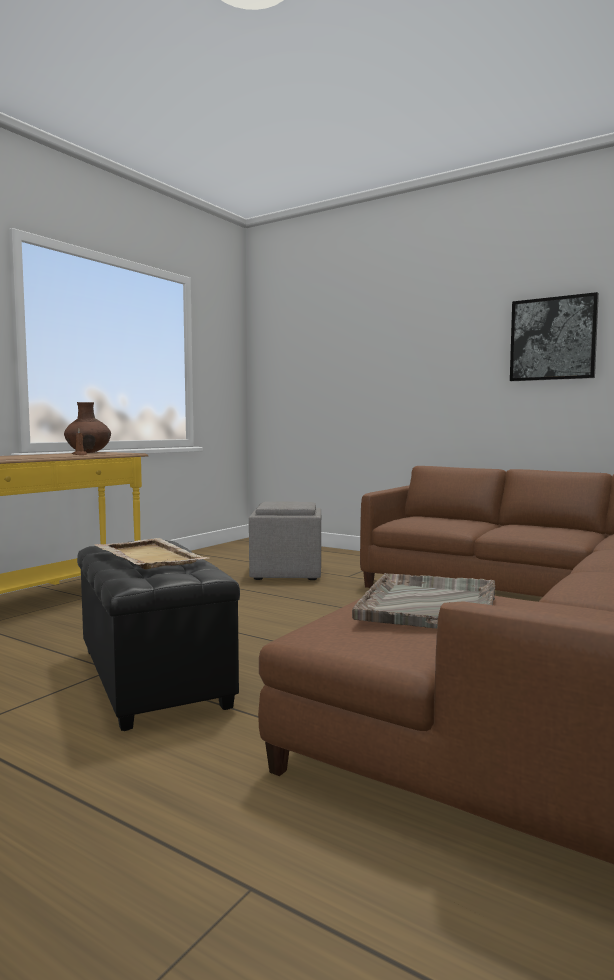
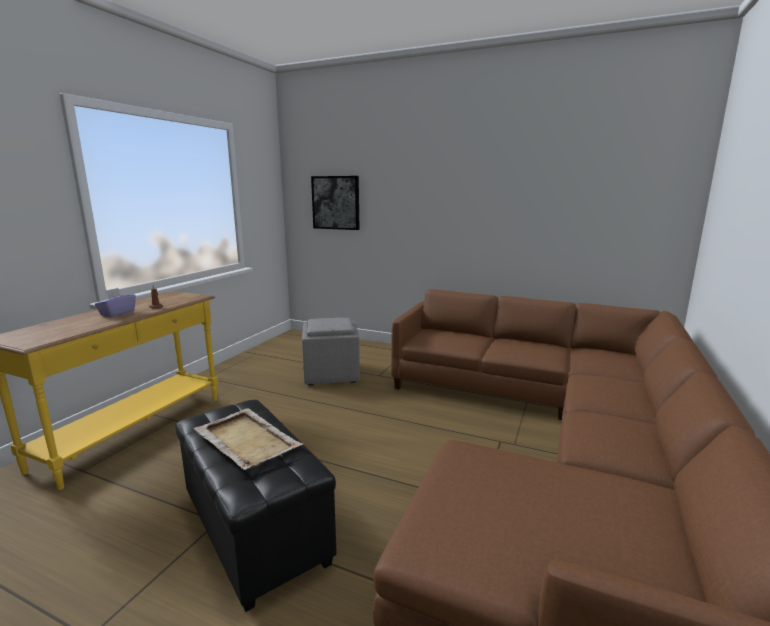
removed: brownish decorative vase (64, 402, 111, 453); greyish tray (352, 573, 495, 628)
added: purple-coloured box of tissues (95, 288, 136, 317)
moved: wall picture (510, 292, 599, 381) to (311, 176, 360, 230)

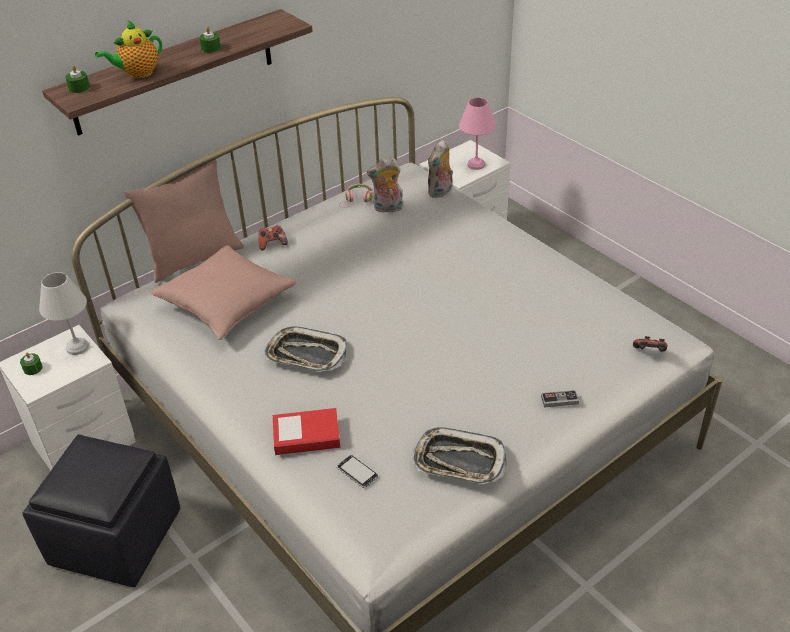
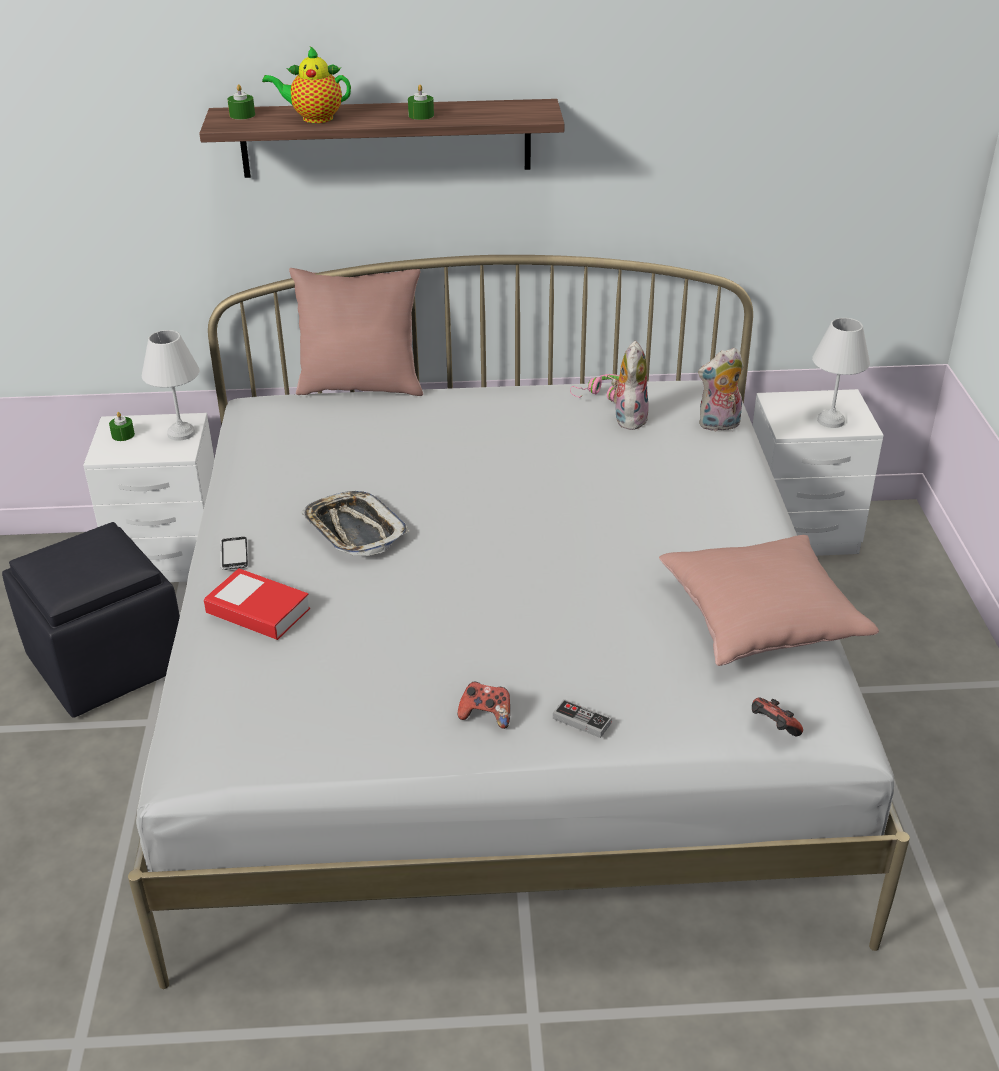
removed: tray (413, 427, 507, 484)
moved: phone (337, 455, 378, 488) to (220, 537, 248, 570); game controller (258, 225, 288, 251) to (458, 682, 510, 729); pink-coloured pillow (150, 245, 296, 340) to (659, 535, 879, 666)
recoloured: pink-coloured tabletop lamp (459, 98, 496, 170) to white-coloured tabletop lamp (812, 318, 870, 428)
turned: plush toy (367, 157, 403, 214) = (611, 341, 649, 430) 75 degrees clockwise

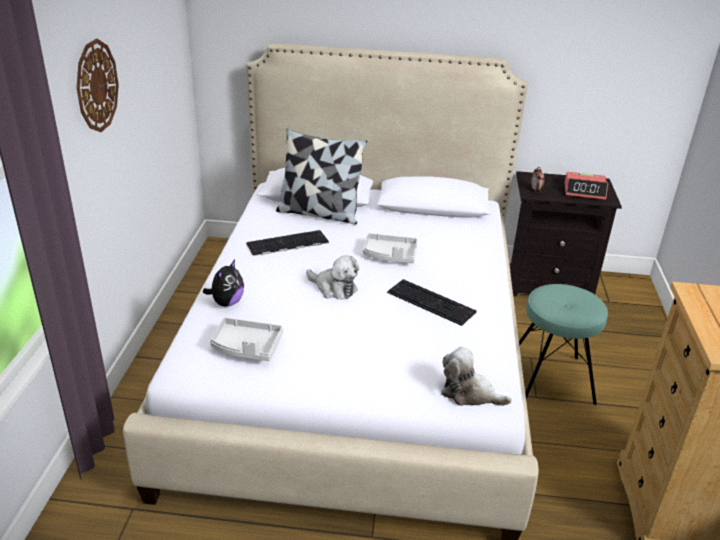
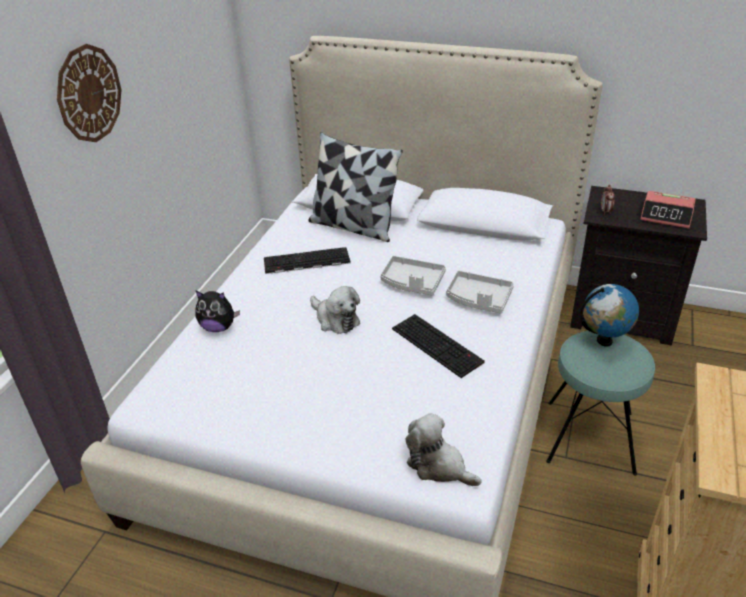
added: world globe (580, 284, 639, 347)
moved: greyish tray (210, 318, 283, 361) to (446, 271, 514, 314)
turned: plush toy (203, 260, 244, 306) = (195, 290, 240, 332) 60 degrees clockwise

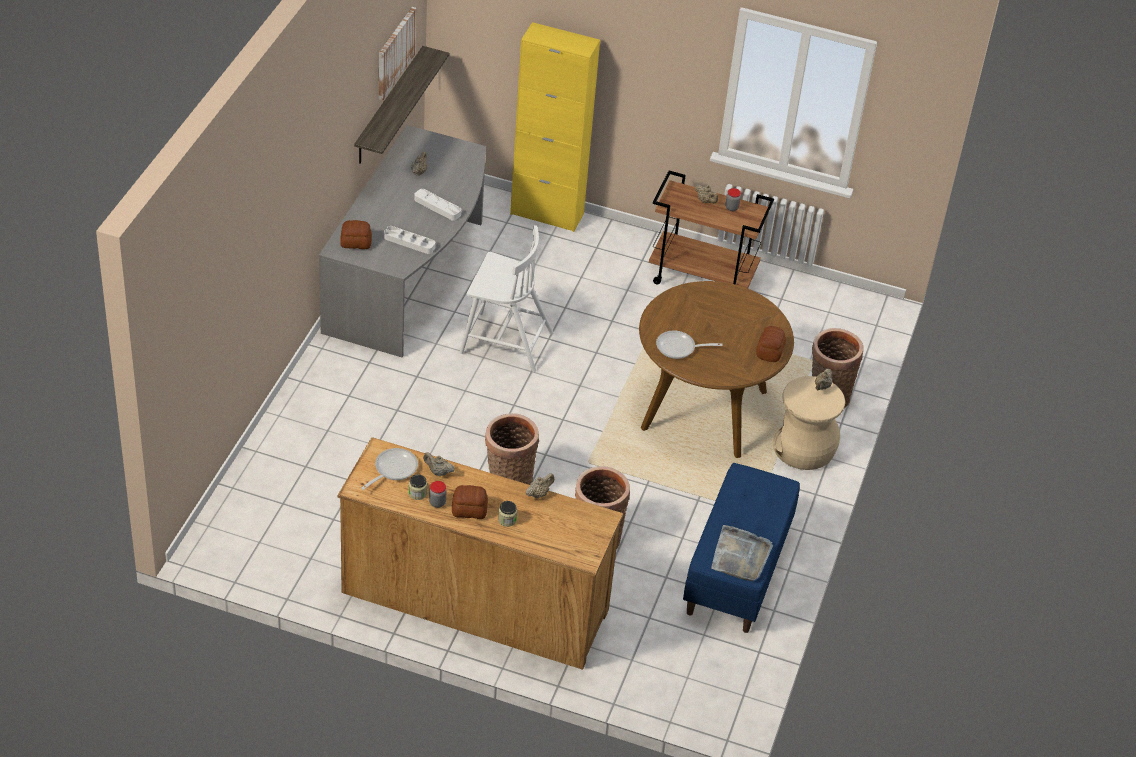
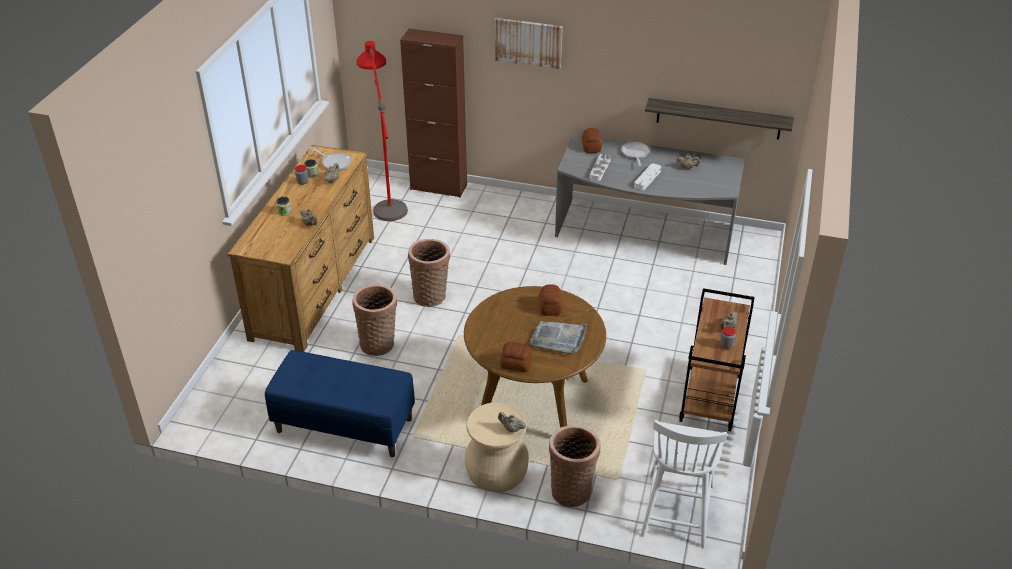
removed: yellow cabinet (510, 22, 600, 232)
added: red floor lamp (356, 41, 408, 221); brownish cabinet (400, 28, 467, 198)
moved: wall picture (379, 7, 416, 100) to (495, 18, 563, 69); greyish tray (711, 525, 773, 581) to (530, 321, 588, 354); bread (452, 485, 488, 519) to (539, 284, 563, 316); frying pan (656, 331, 723, 359) to (621, 142, 650, 166); white-coloured chair (460, 225, 554, 372) to (641, 420, 727, 548)

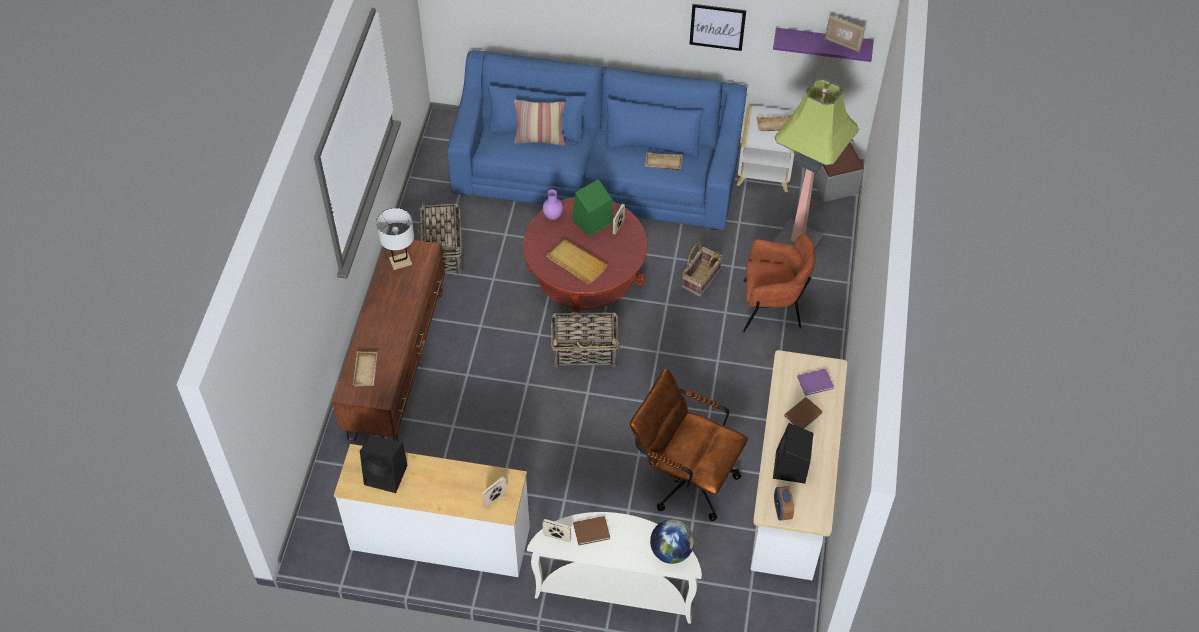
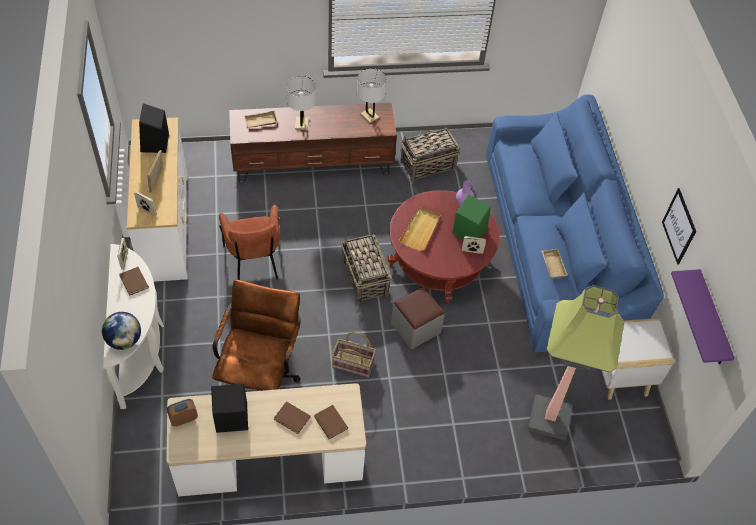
removed: pillow (514, 100, 565, 146); beige tray (757, 115, 791, 131)
added: white-coloured tabletop lamp (286, 76, 316, 130)
moved: photo frame (824, 15, 865, 52) to (147, 150, 163, 193); brownish easy chair (743, 235, 815, 332) to (219, 205, 280, 280); household basket (682, 242, 722, 297) to (332, 332, 376, 377); greyish pouffe (813, 143, 864, 202) to (391, 287, 445, 349)
recoloured: purple-coloured volume (797, 369, 834, 396) to brownish volume (314, 405, 348, 439)

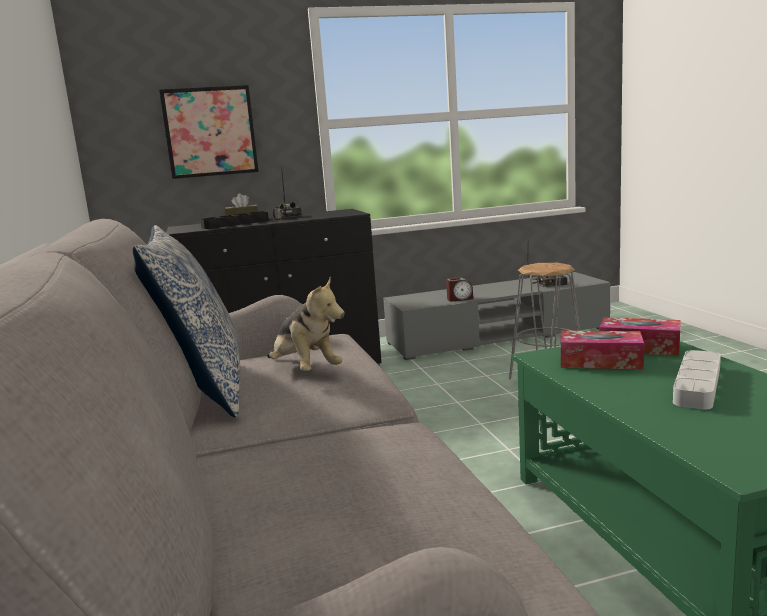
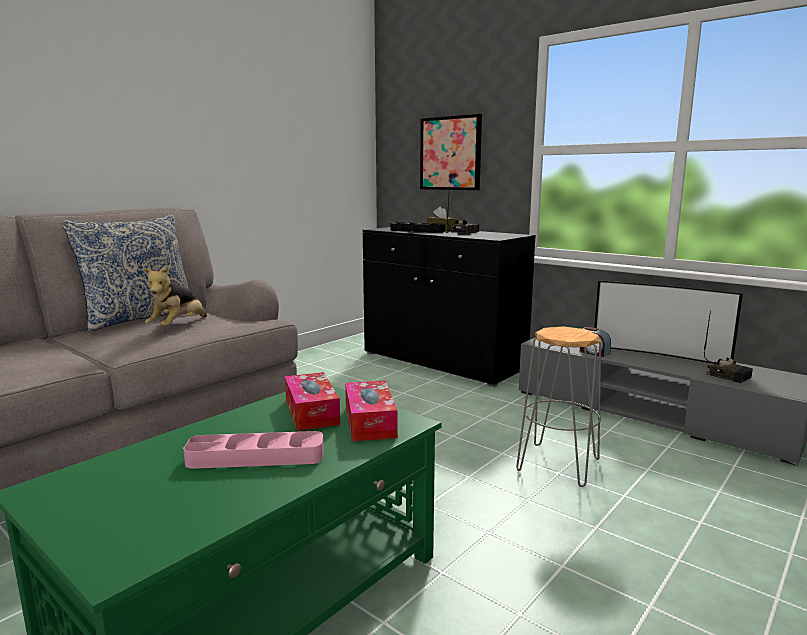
added: television (594, 280, 743, 364)
recoloured: greyish tray (673, 350, 721, 410) to pink-coloured tray (183, 431, 324, 469)

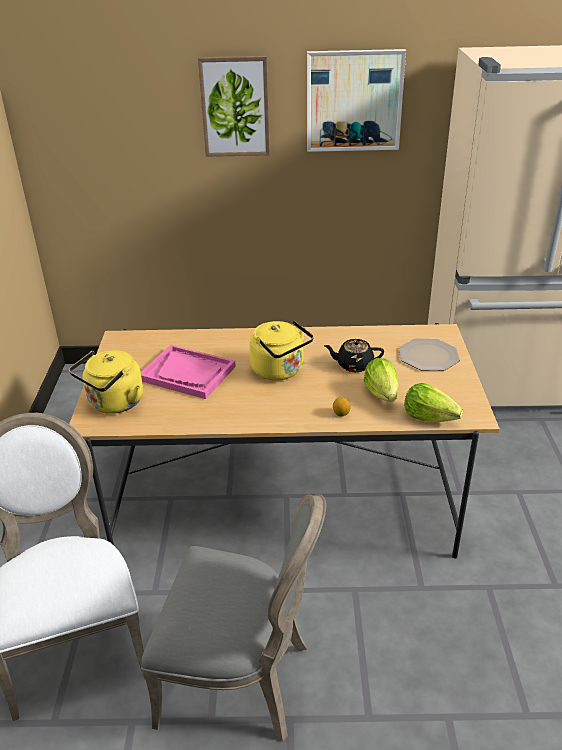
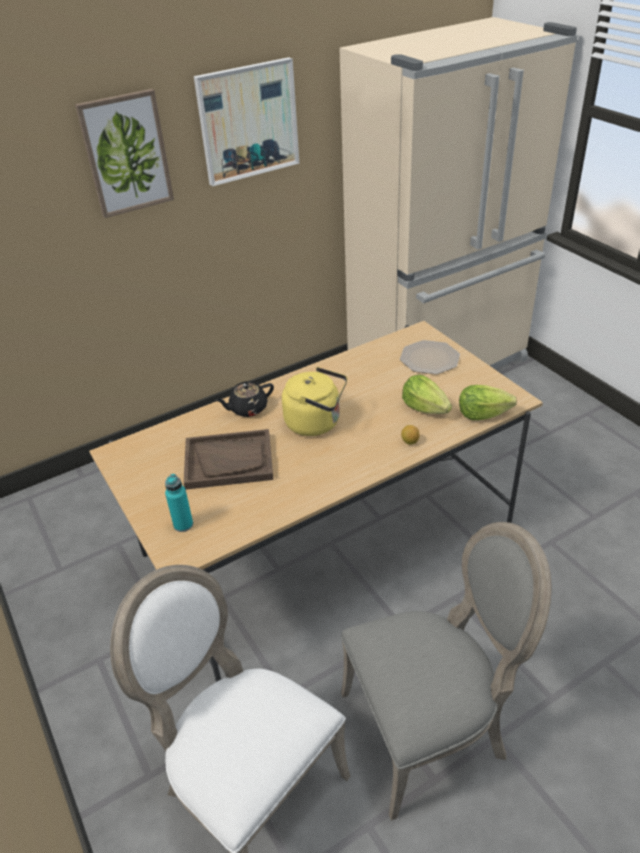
moved: blackish pot for tea (324, 339, 384, 372) to (215, 381, 274, 417)
replaced: yellow water kettle (69, 350, 143, 414) to turquoise-coloured drink bottle (165, 474, 193, 532)
recoloured: pink-coloured tray (141, 345, 236, 399) to brownish tray (184, 429, 273, 489)

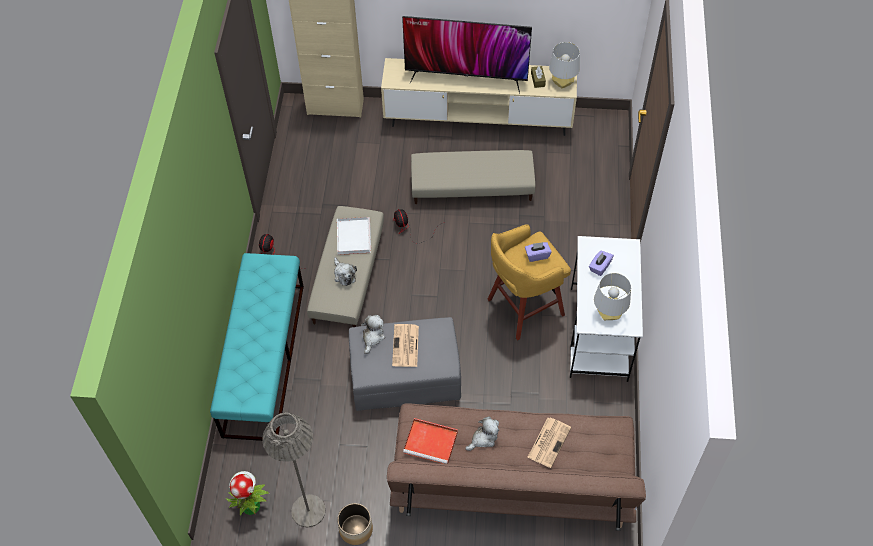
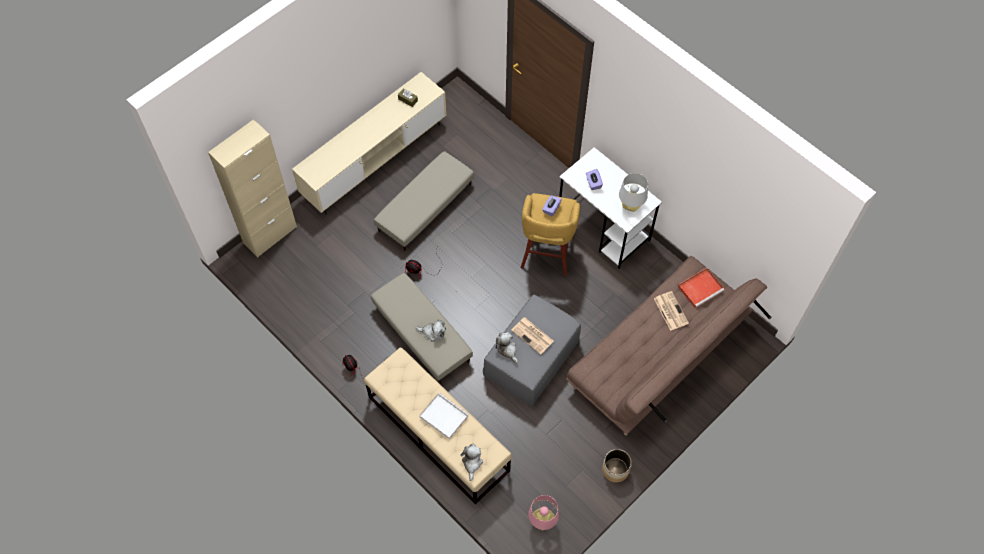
removed: greyish floor lamp (262, 412, 326, 528); television (402, 16, 532, 93); greyish tabletop lamp (549, 42, 580, 88)
moved: white-coloured tray (337, 217, 371, 255) to (419, 392, 469, 439); plush toy (465, 417, 499, 451) to (460, 444, 483, 481); red tray (403, 418, 458, 463) to (678, 268, 724, 308)
replaced: plant in a pot (225, 471, 269, 515) to pink-coloured tabletop lamp (528, 495, 559, 530)
recoloured: turquoise-coloured bench (210, 253, 304, 441) to beige bench (364, 348, 512, 504)

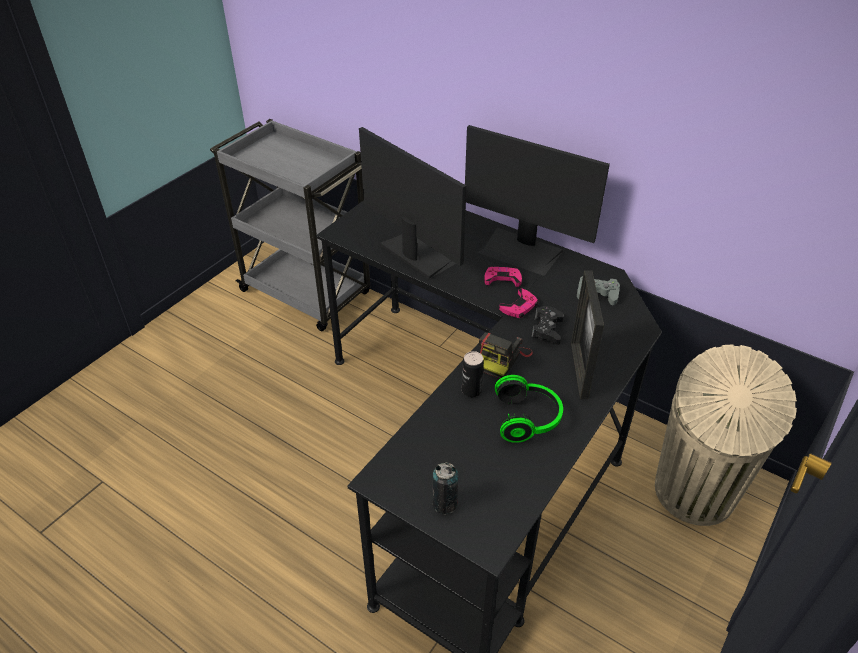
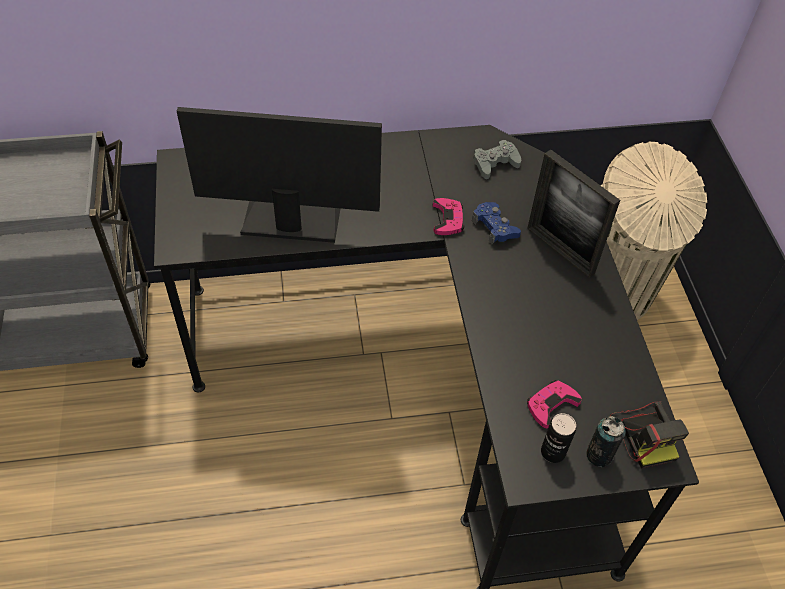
removed: computer screen (465, 125, 610, 276); headphones (495, 375, 563, 443)
moved: pink-coloured game controller (484, 267, 522, 287) to (527, 380, 582, 428); metal can (462, 351, 484, 397) to (541, 413, 576, 463); still camera (479, 332, 533, 379) to (610, 401, 689, 469)
recoloured: blackish game controller (532, 306, 564, 345) to blue-coloured game controller (472, 202, 521, 244)

